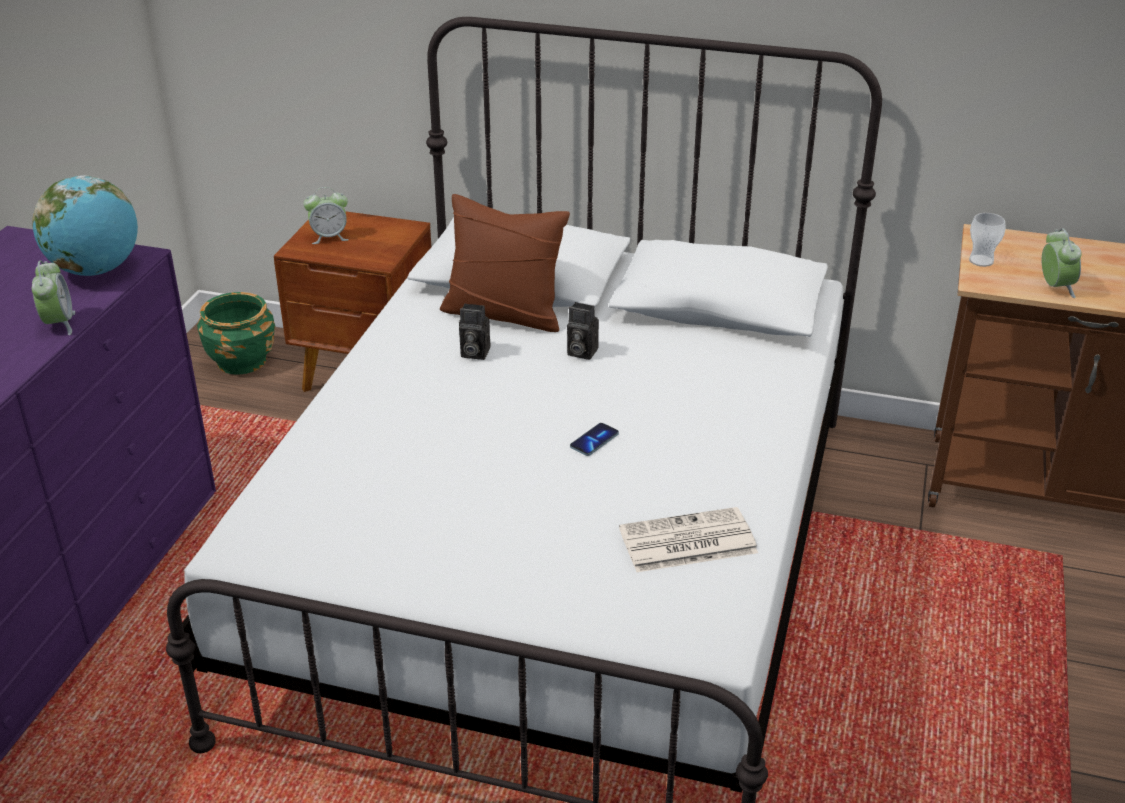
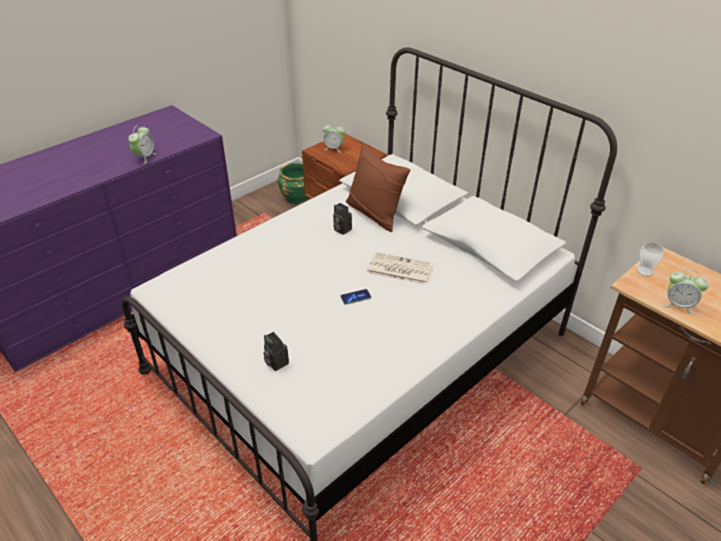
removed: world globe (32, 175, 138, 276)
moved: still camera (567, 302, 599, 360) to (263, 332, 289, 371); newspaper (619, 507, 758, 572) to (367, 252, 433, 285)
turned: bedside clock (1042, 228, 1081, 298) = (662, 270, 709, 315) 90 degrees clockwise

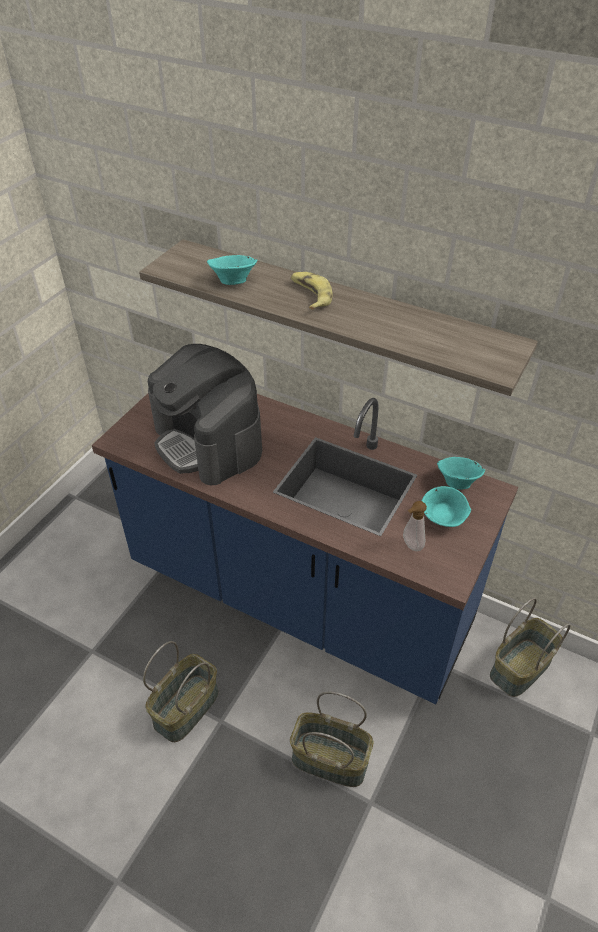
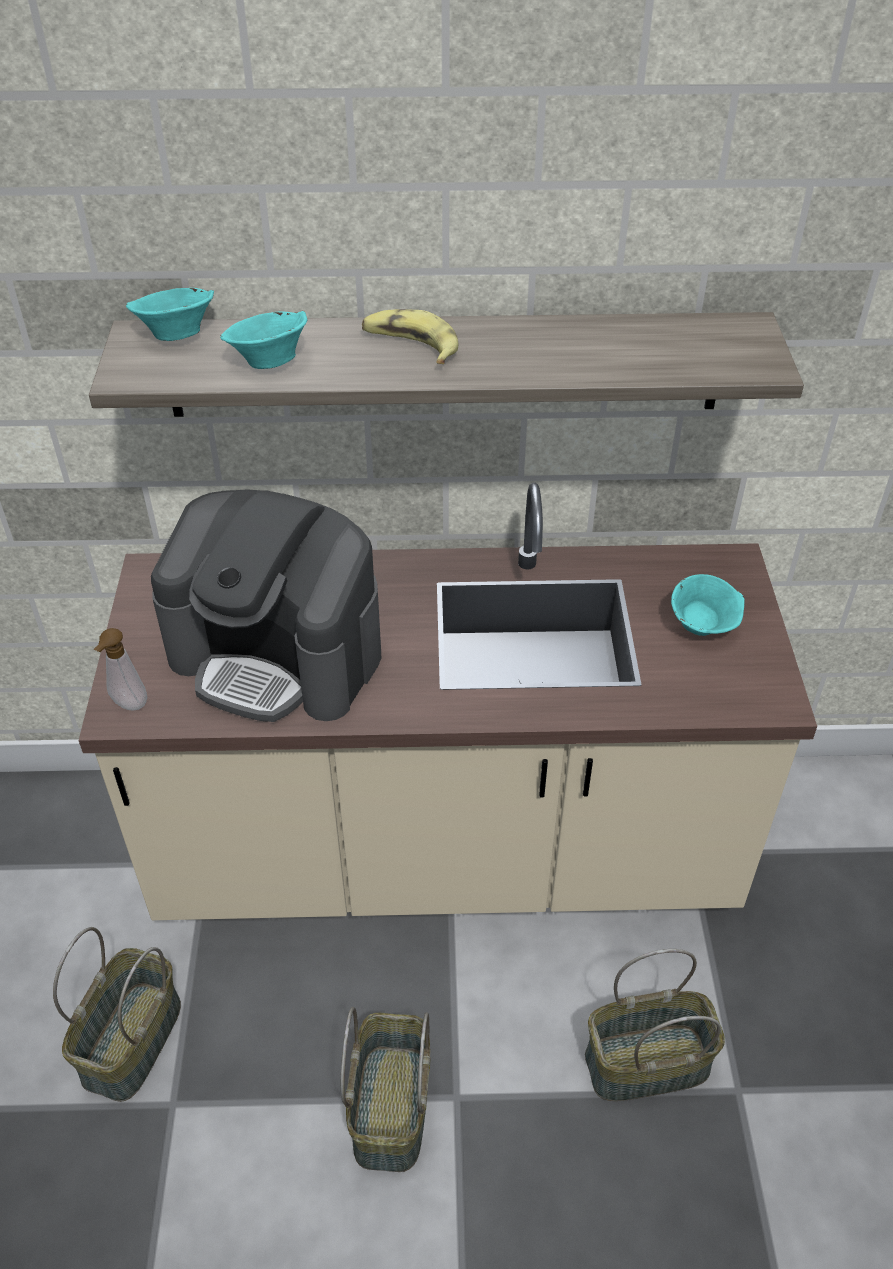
moved: household basket (490, 598, 571, 697) to (53, 927, 181, 1102); liquid soap bottle (403, 501, 427, 551) to (94, 628, 147, 711); turquoise-coloured serving bowl (437, 457, 485, 490) to (126, 288, 214, 341)
recoloured: blue-coloured counter (92, 393, 518, 704) to beige counter (78, 483, 817, 920)

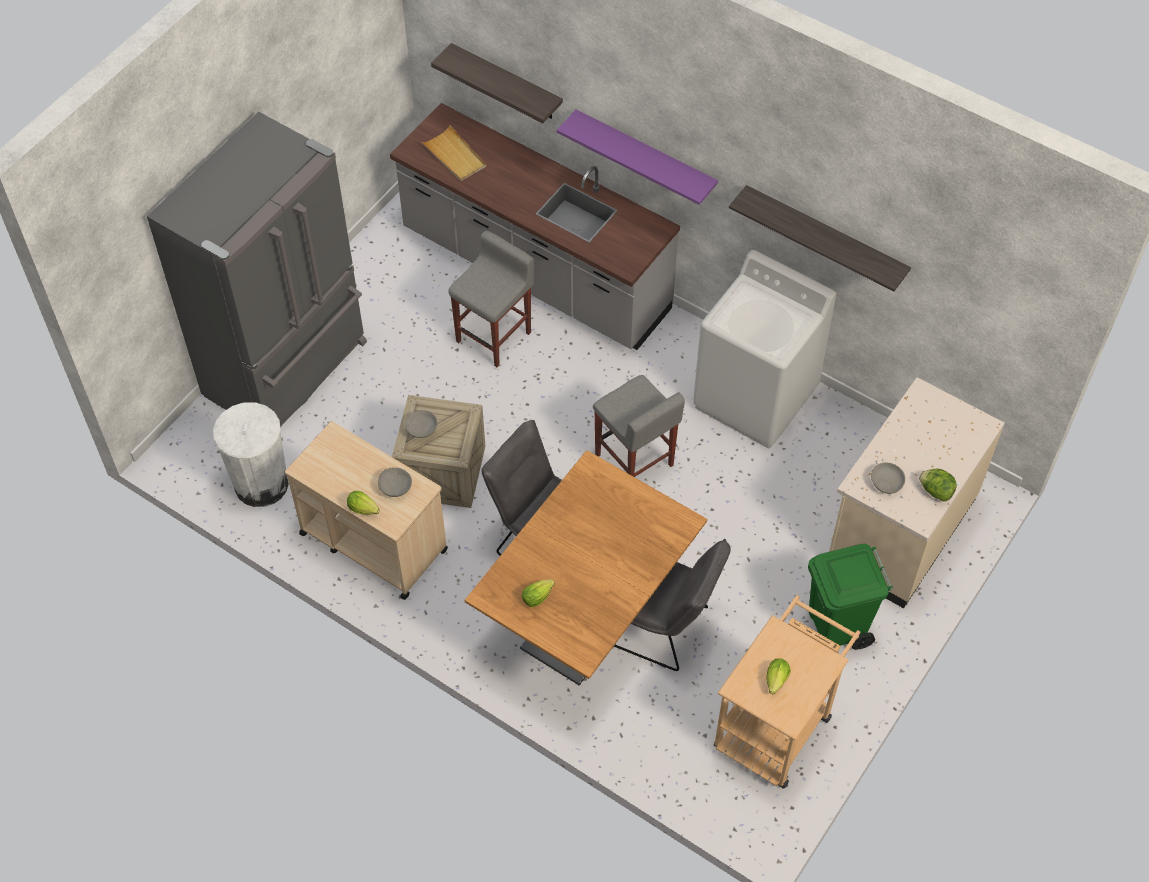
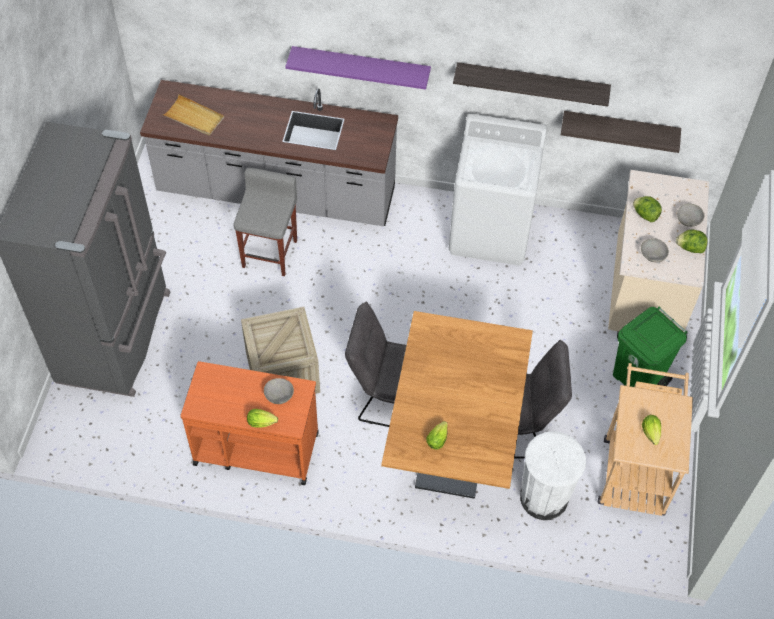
removed: greyish stool seat (593, 375, 685, 477)
added: lettuce head (633, 196, 662, 222)
moved: white-coloured trash can (213, 402, 289, 507) to (520, 431, 586, 520); bracket shelf (431, 43, 563, 123) to (561, 111, 681, 153); greyish serving bowl (404, 410, 437, 438) to (677, 204, 704, 227)
recoloured: beige wheeled cart (285, 421, 448, 600) to orange-coloured wheeled cart (180, 361, 319, 485)

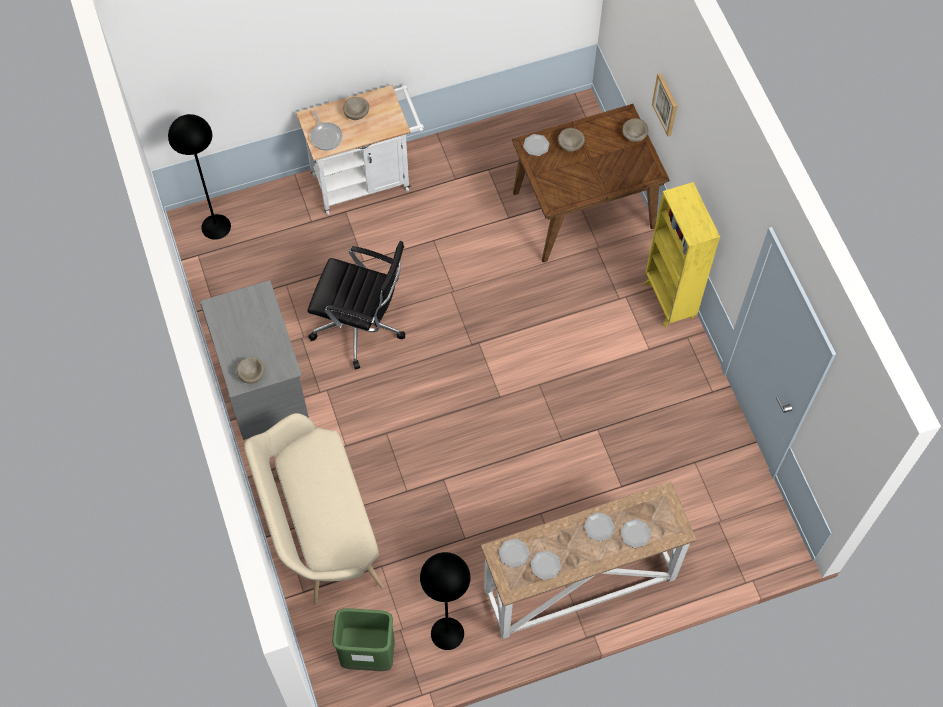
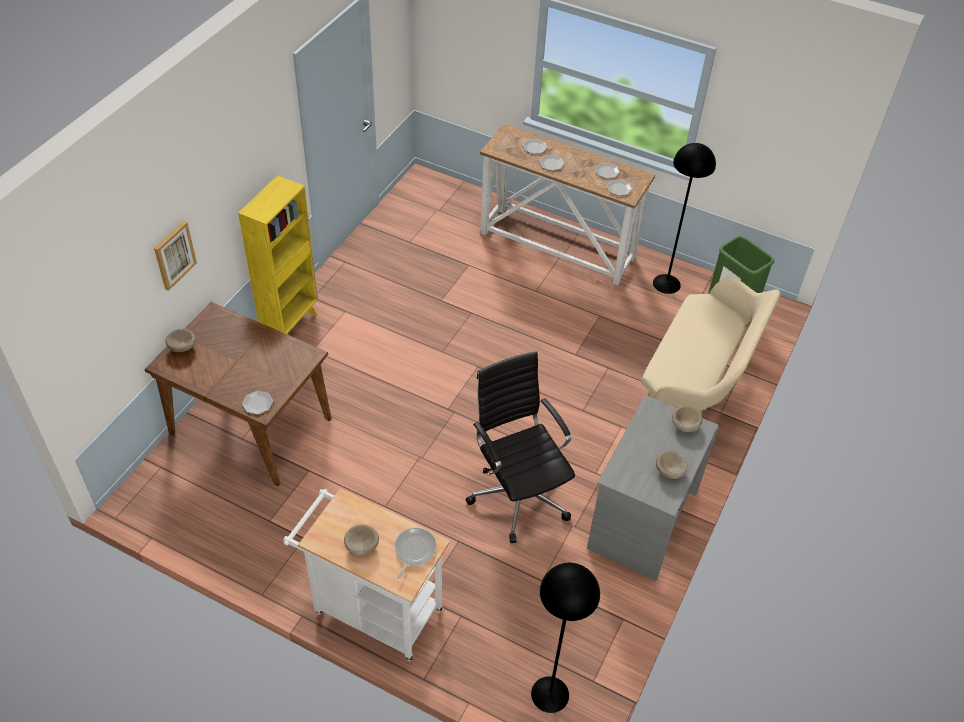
moved: beige serving bowl (558, 128, 585, 152) to (656, 451, 688, 479)

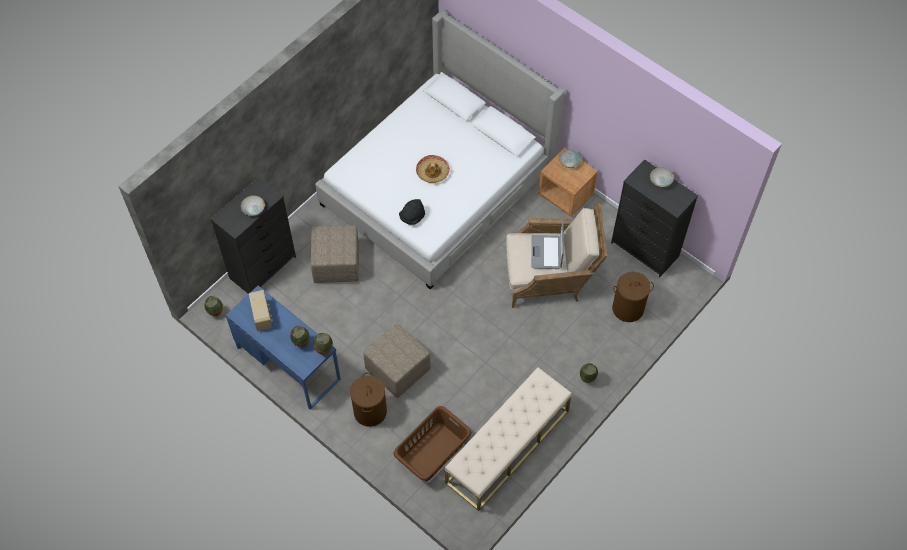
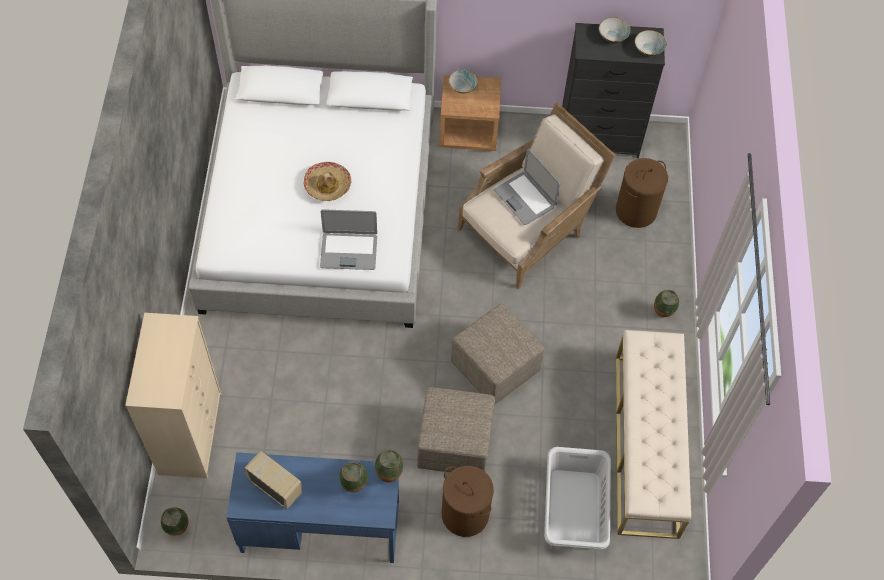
moved: beige pouffe (311, 225, 359, 283) to (451, 304, 544, 405); serving bowl (241, 195, 265, 216) to (635, 30, 667, 56)
replaced: blackish hat (399, 199, 425, 225) to portable computer (320, 209, 377, 270)
recoloured: blackish dresser (210, 177, 296, 294) to beige dresser (125, 313, 221, 478); brownish hamper (394, 406, 471, 481) to greyish hamper (544, 447, 611, 549)

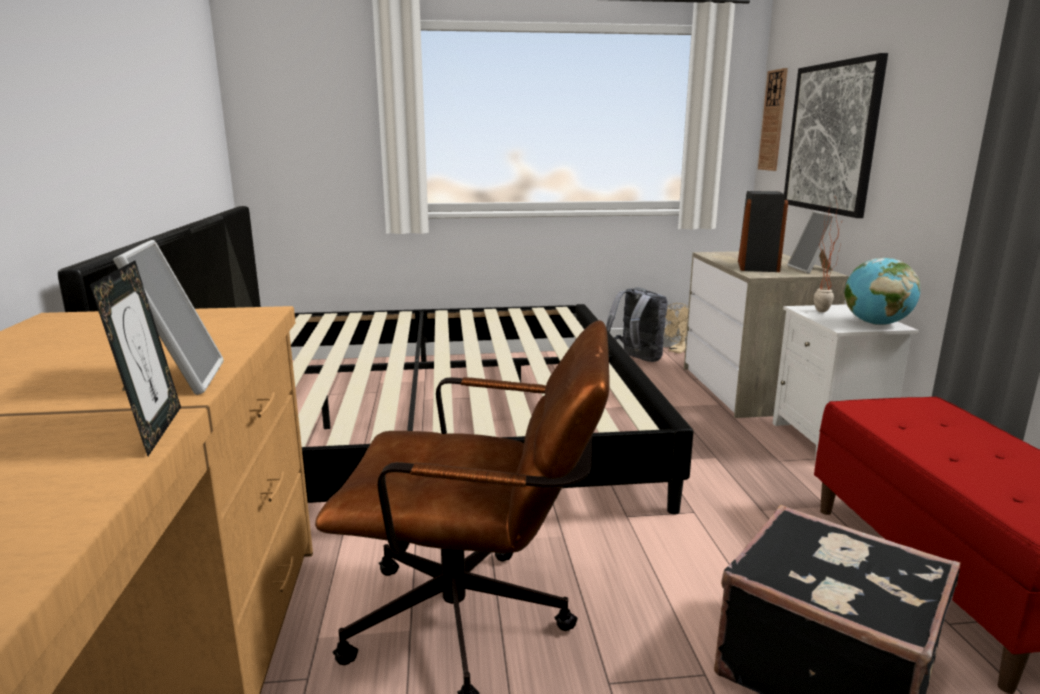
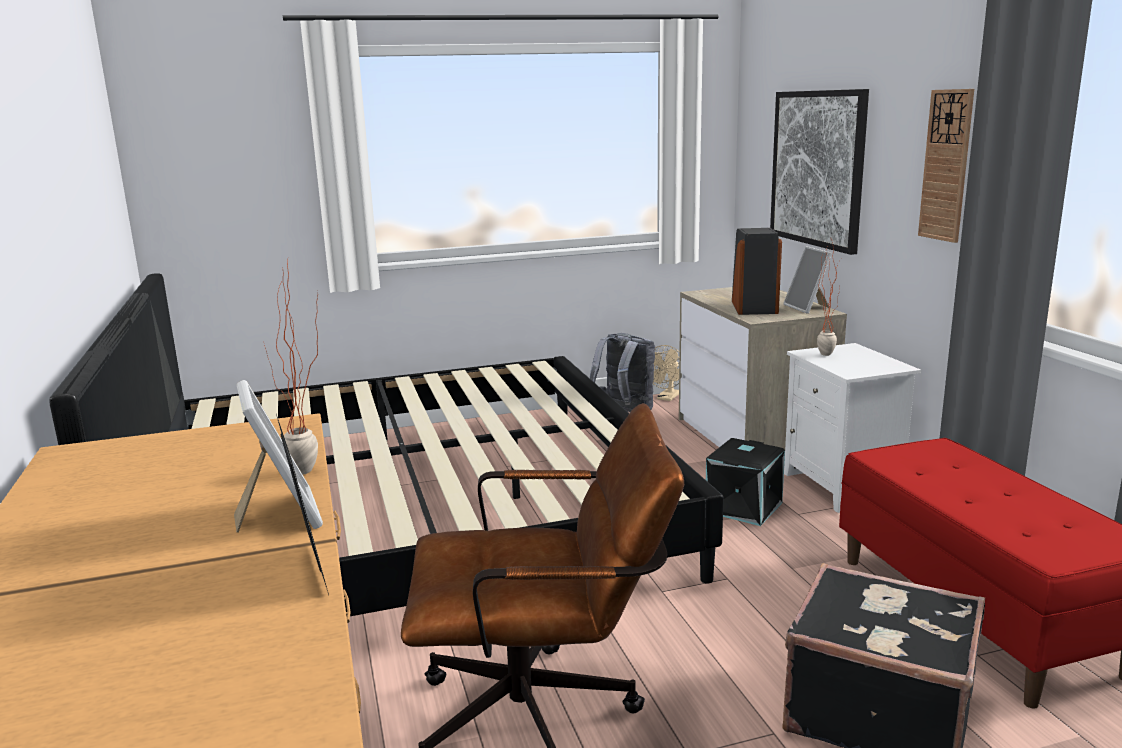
removed: world globe (844, 258, 920, 325)
added: plant in a pot (264, 260, 318, 475); blackish storage container (706, 438, 785, 526)
moved: wall clock (758, 68, 788, 171) to (918, 89, 974, 243)

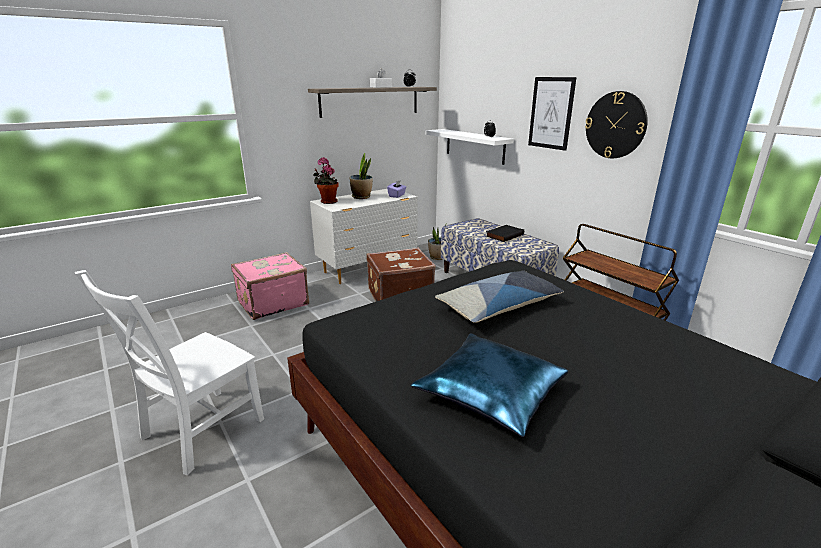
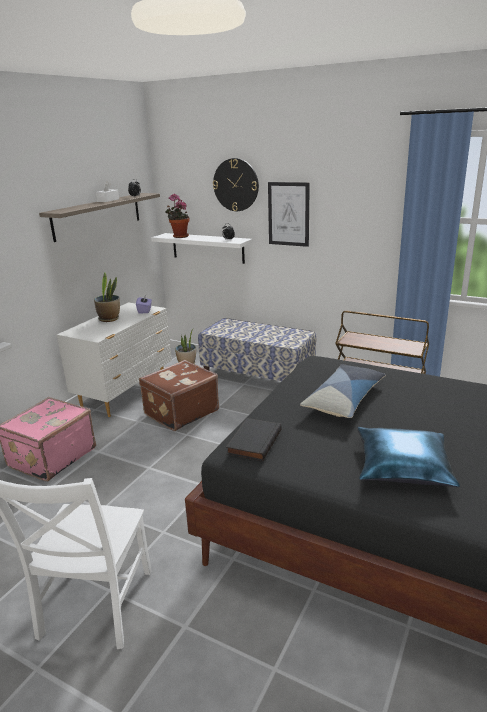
moved: plant in a pot (313, 157, 338, 204) to (165, 194, 189, 238); wall clock (585, 91, 648, 158) to (213, 158, 259, 211); blackish volume (486, 225, 524, 242) to (226, 418, 282, 462)

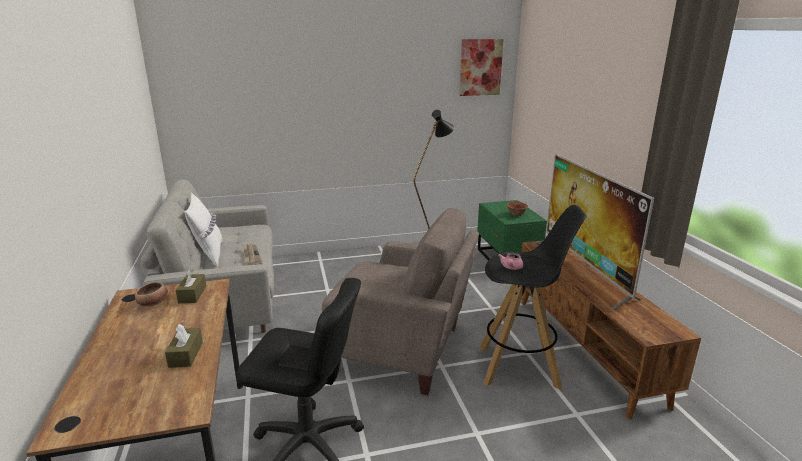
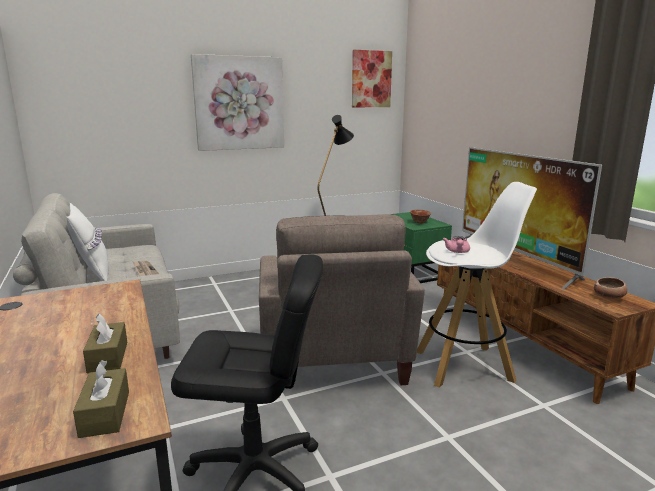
added: wall picture (191, 54, 284, 151)
moved: brownish box of tissues (176, 268, 206, 303) to (73, 360, 129, 438); serving bowl (135, 282, 168, 307) to (594, 277, 627, 300)
recoloured: blackish stool seat (479, 205, 587, 389) to white-coloured stool seat (417, 182, 537, 387)
turned: beige easy chair (322, 208, 479, 395) = (259, 214, 425, 385) 75 degrees clockwise

